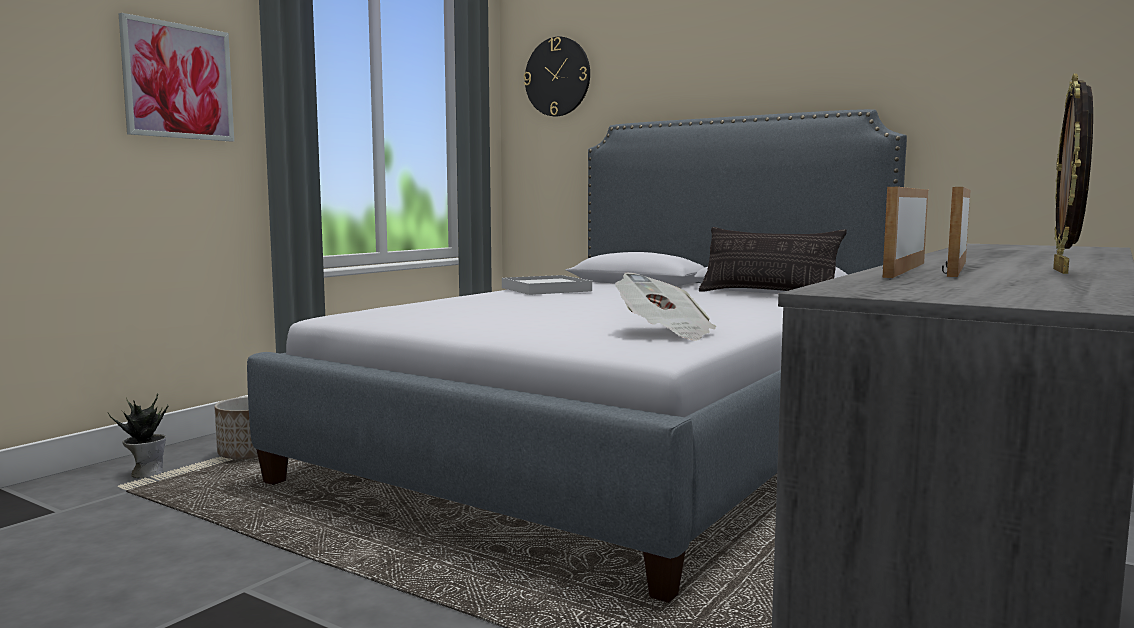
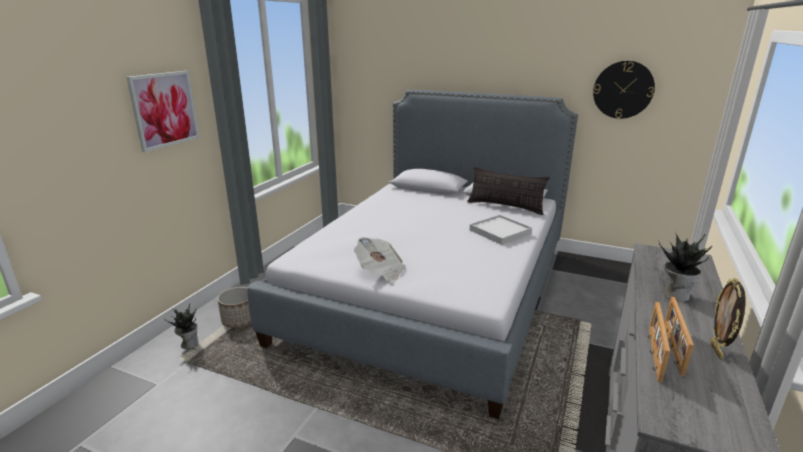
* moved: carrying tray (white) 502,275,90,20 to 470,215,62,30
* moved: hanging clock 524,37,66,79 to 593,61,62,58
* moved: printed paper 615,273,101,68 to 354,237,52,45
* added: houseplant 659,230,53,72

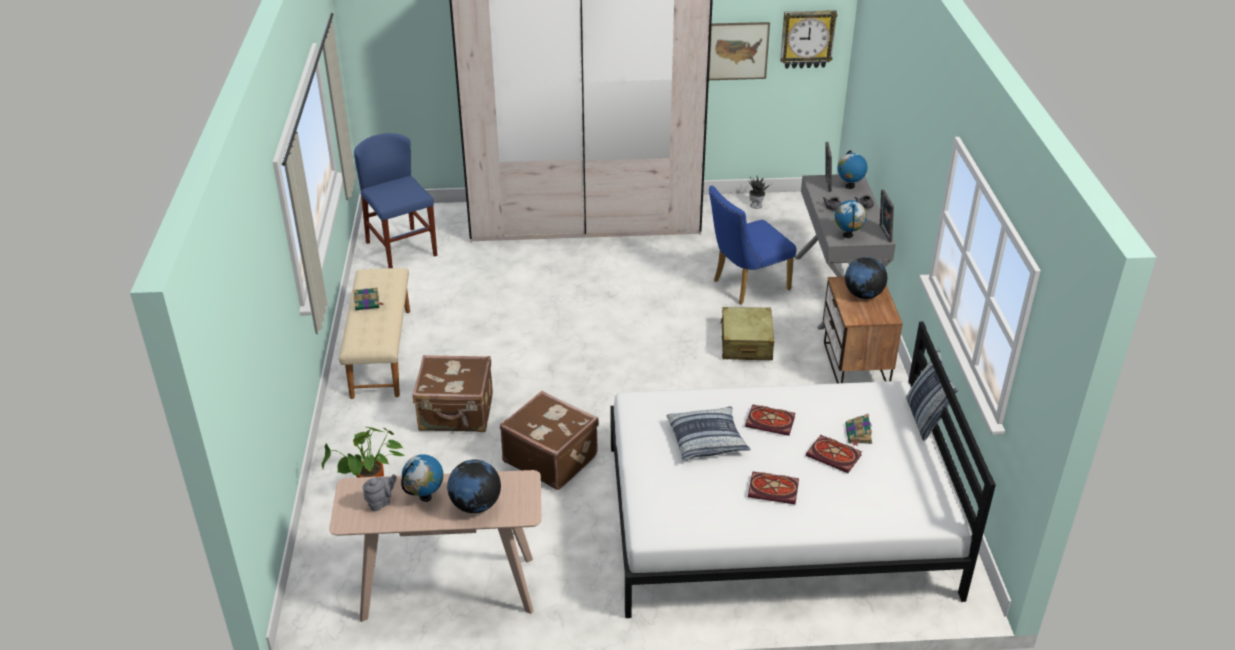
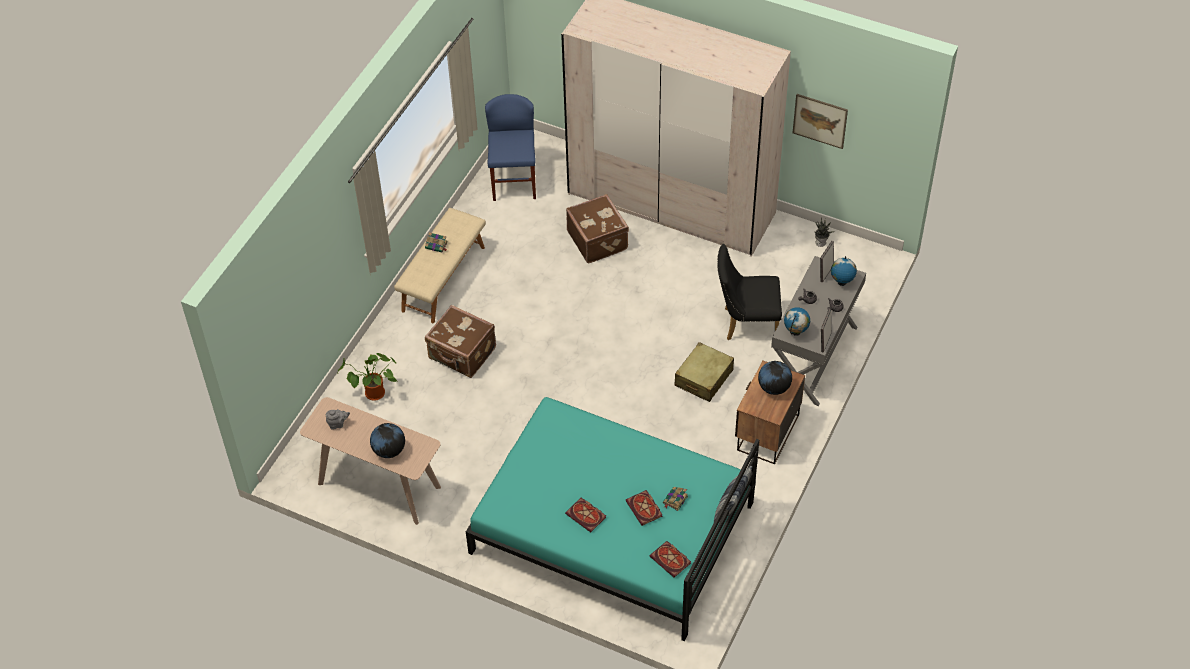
* removed: desk globe 401,454,43,48
* moved: piece of luggage (brown-coloured) 500,391,99,99 to 566,194,63,69
* recoloured: bedroom bed (white) 611,322,385,296 to bedroom bed (blue-green) 466,397,293,244
* removed: cushion 667,406,84,54
* recoloured: plain chair (blue) 709,186,88,118 to plain chair (blackish) 717,244,65,96
* moved: book 745,404,50,32 to 650,541,41,37
* removed: hanging clock 780,10,57,59

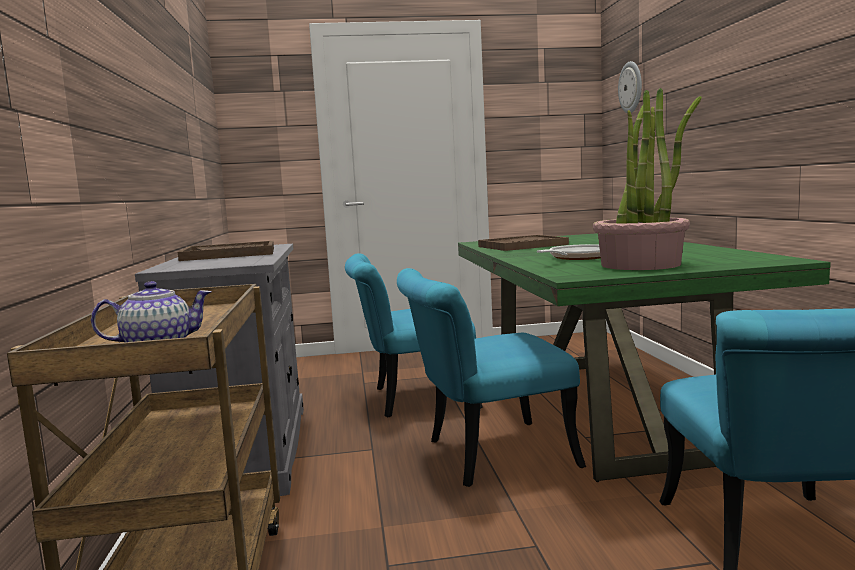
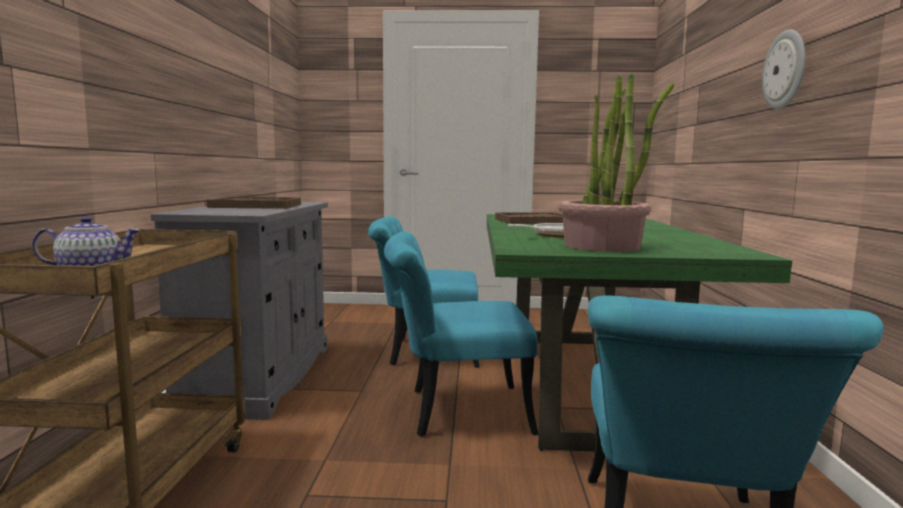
* moved: hanging clock 618,61,24,52 to 762,29,44,80

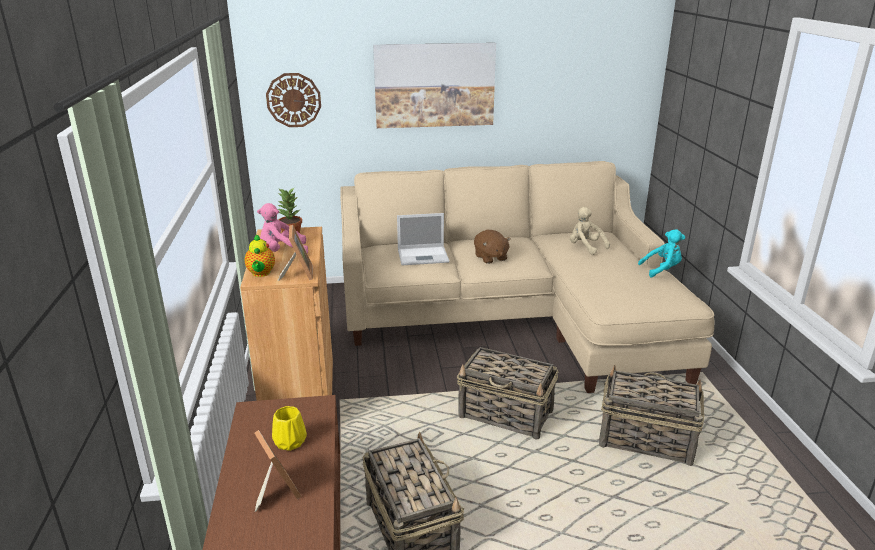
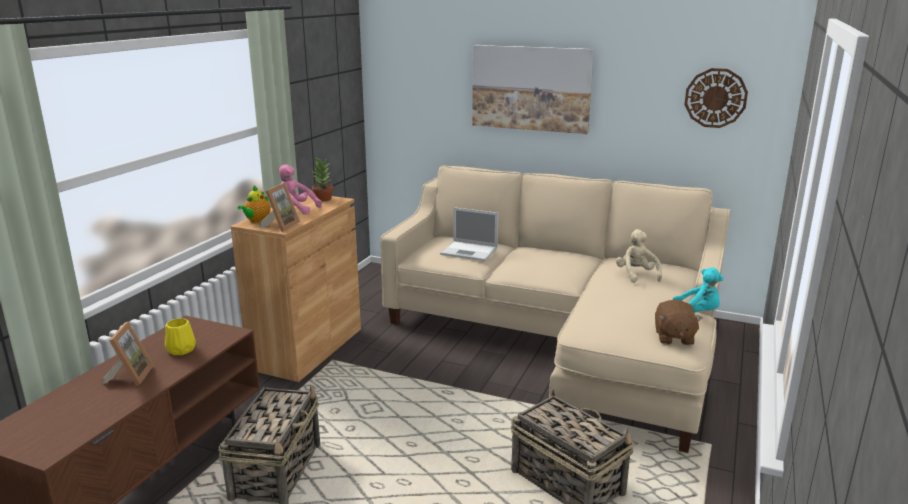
* moved: hanging clock 266,73,55,54 to 684,68,64,60
* removed: basket 457,347,101,93
* moved: cuddly toy (brown-coloured) 474,230,37,34 to 655,299,47,46

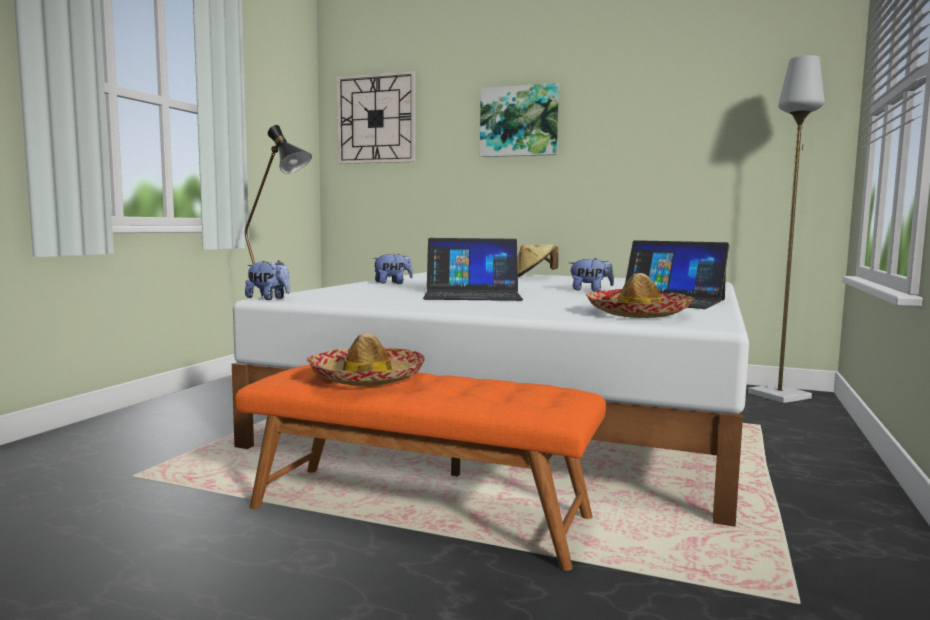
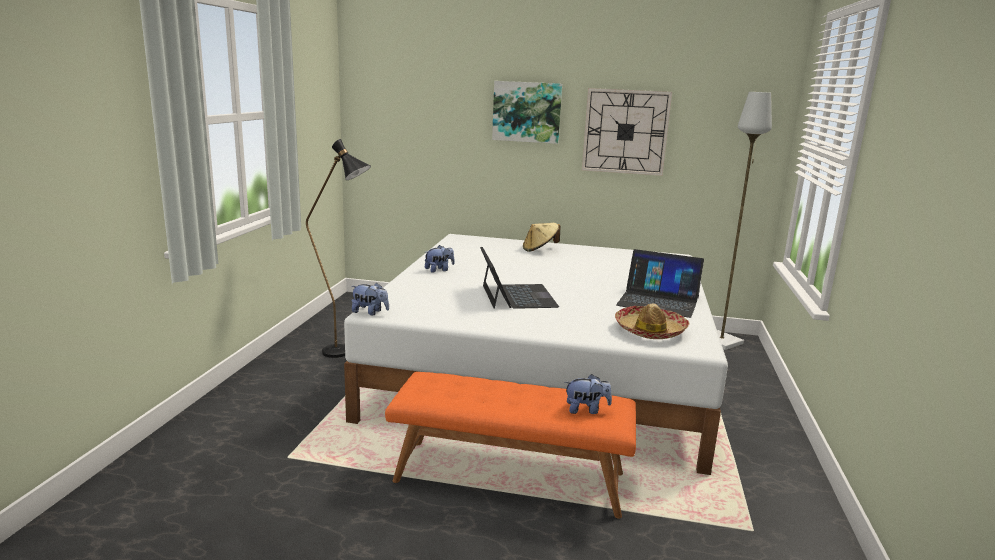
* removed: clothing hat 306,333,119,53
* moved: hanging clock 337,71,79,93 to 582,88,90,88
* turned: laptop 423,238,100,63 = 480,247,79,62 90 degrees counterclockwise
* moved: cuddly toy 569,258,45,34 to 564,374,48,40

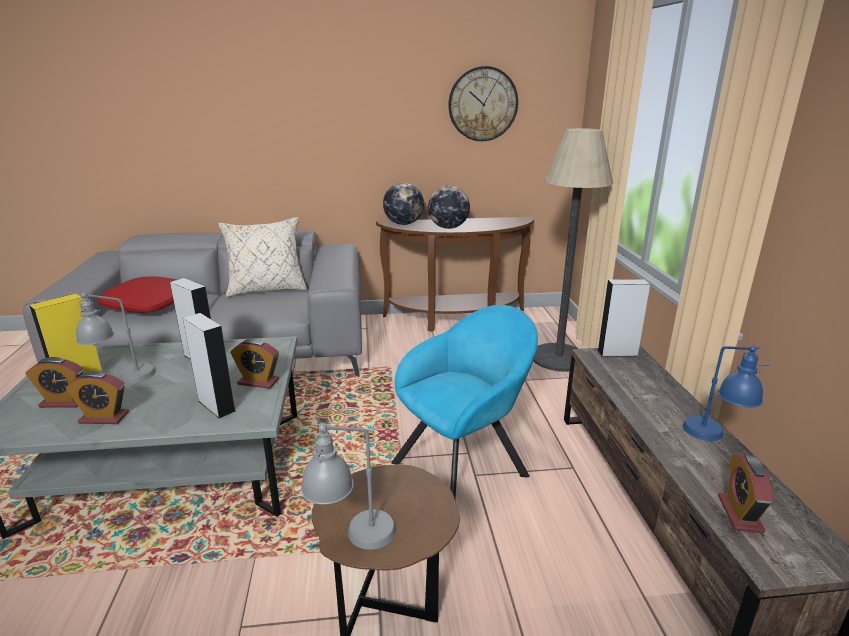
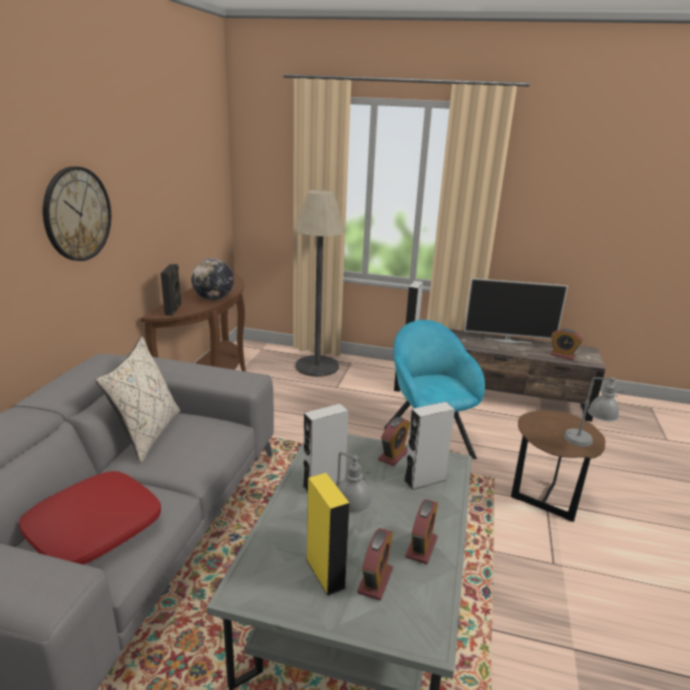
* replaced: desk globe 383,183,41,42 to audio speaker (blackish) 161,264,21,52
* moved: hanging clock 448,66,70,75 to 43,166,68,95
* replaced: tabletop lamp (blue) 683,346,87,95 to television 464,278,104,65

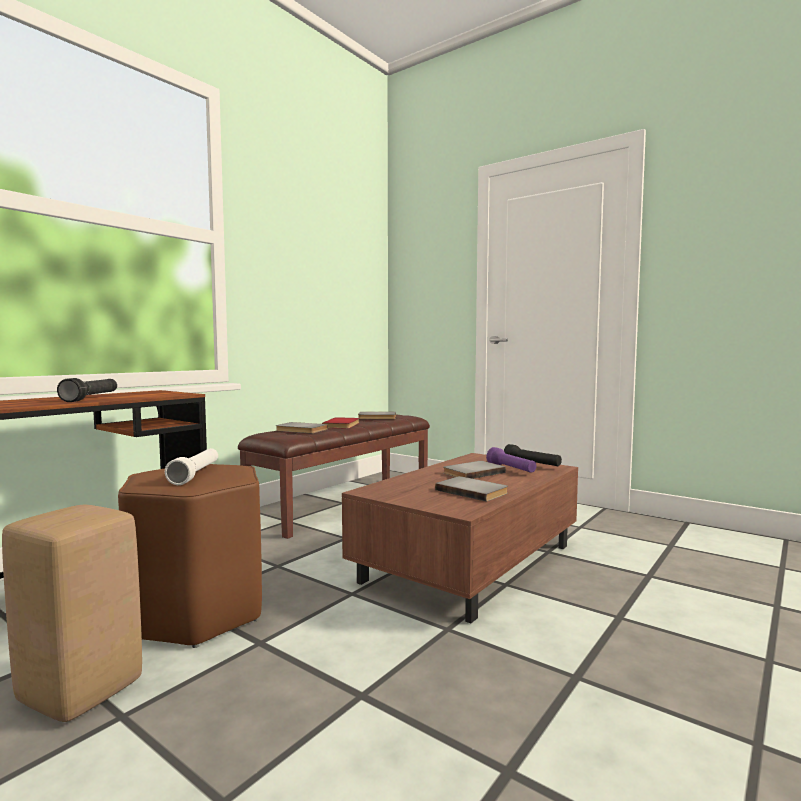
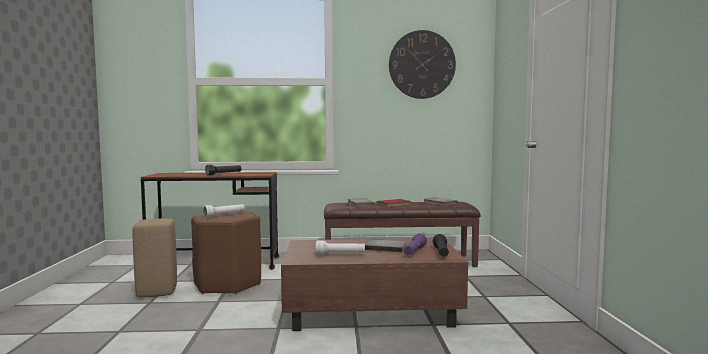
* replaced: book (greyish) 435,476,73,26 to flashlight (white) 316,240,49,15
* added: hanging clock 389,30,67,69

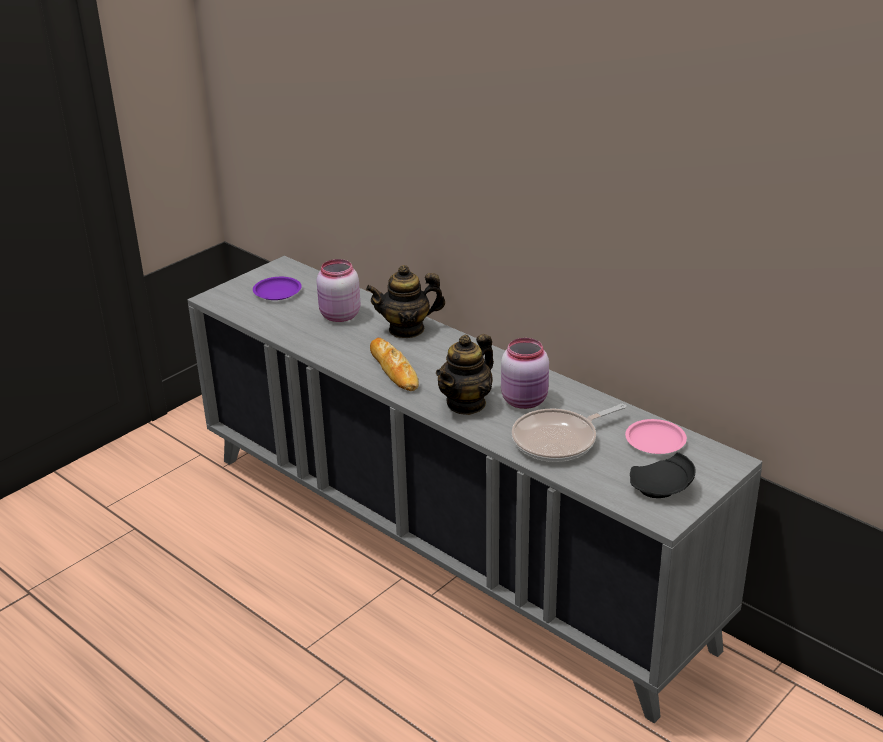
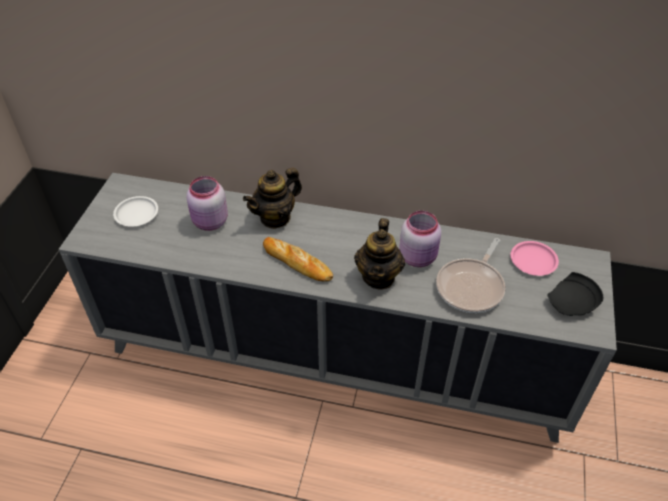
* recoloured: flat dish (purplish) 253,277,49,23 to flat dish (white) 113,196,45,31

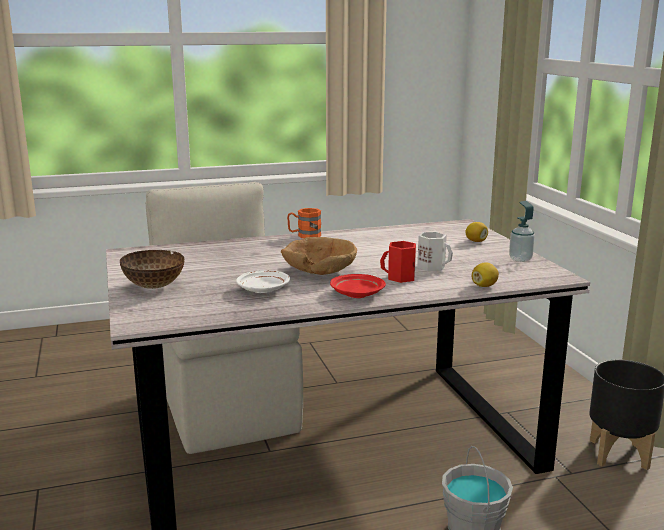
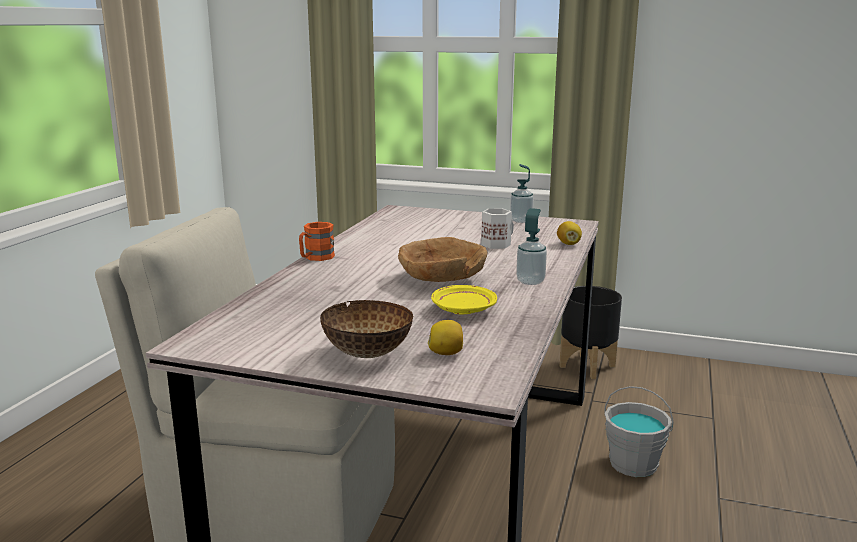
* recoloured: flat dish (white) 236,270,54,23 to flat dish (yellow-coloured) 431,285,66,30
* replaced: flat dish (red-coloured) 330,274,56,24 to soap bottle 516,208,31,77
* removed: mug (red-coloured) 380,241,36,42
* moved: citrus fruit 465,222,23,20 to 428,320,35,35

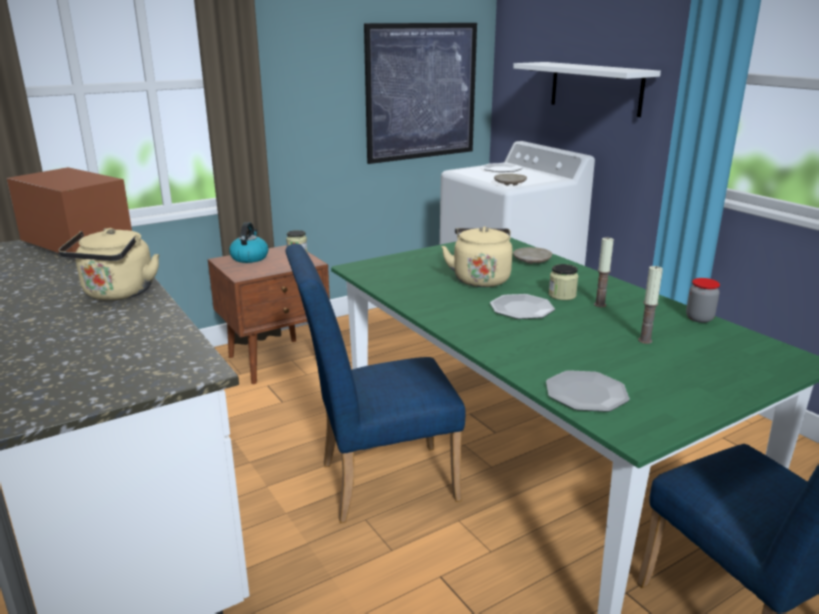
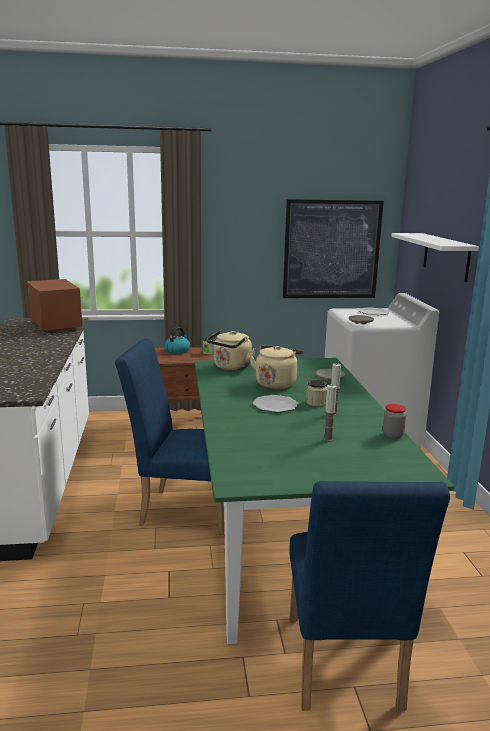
* moved: water kettle (beige) 58,228,101,73 to 207,331,49,39
* removed: flat dish 546,370,84,42

